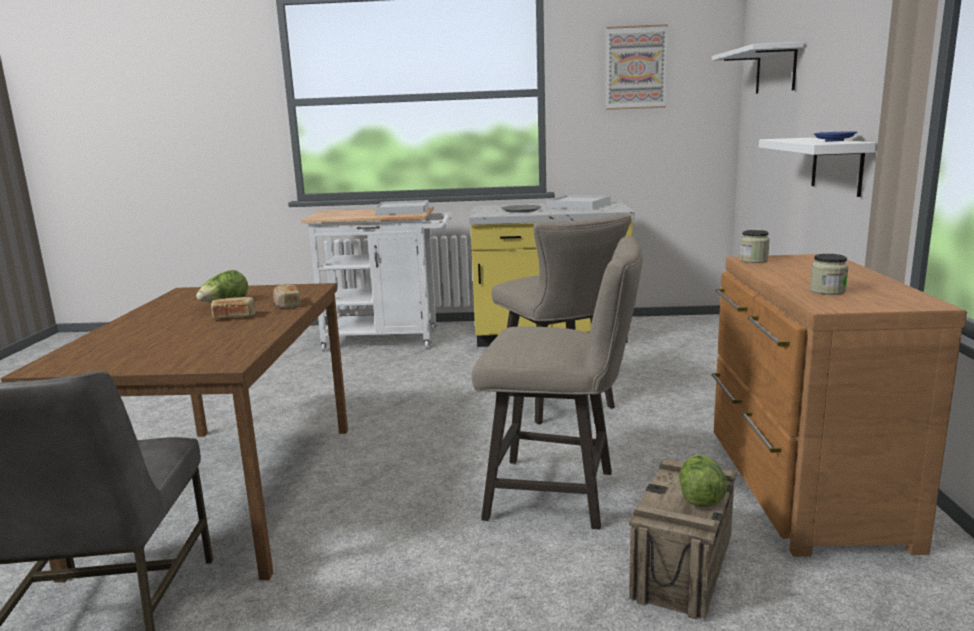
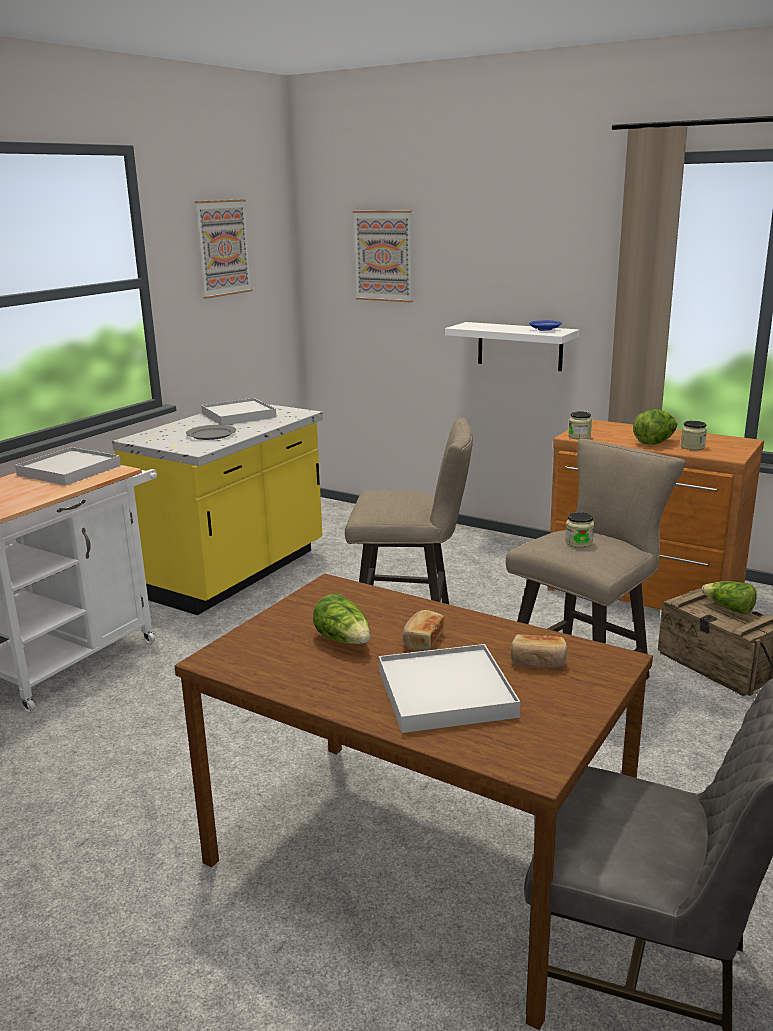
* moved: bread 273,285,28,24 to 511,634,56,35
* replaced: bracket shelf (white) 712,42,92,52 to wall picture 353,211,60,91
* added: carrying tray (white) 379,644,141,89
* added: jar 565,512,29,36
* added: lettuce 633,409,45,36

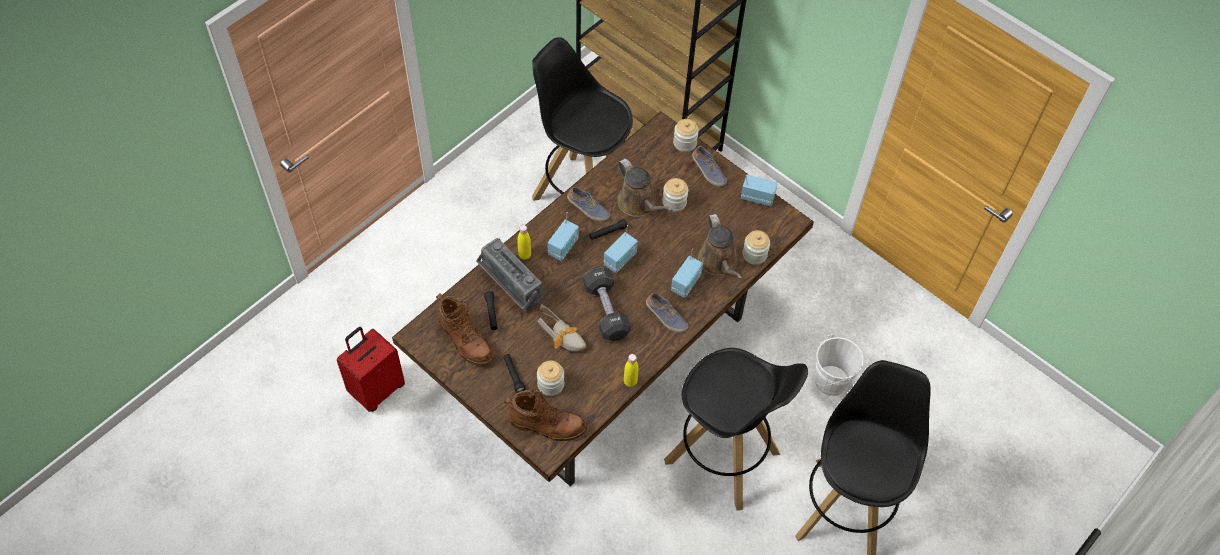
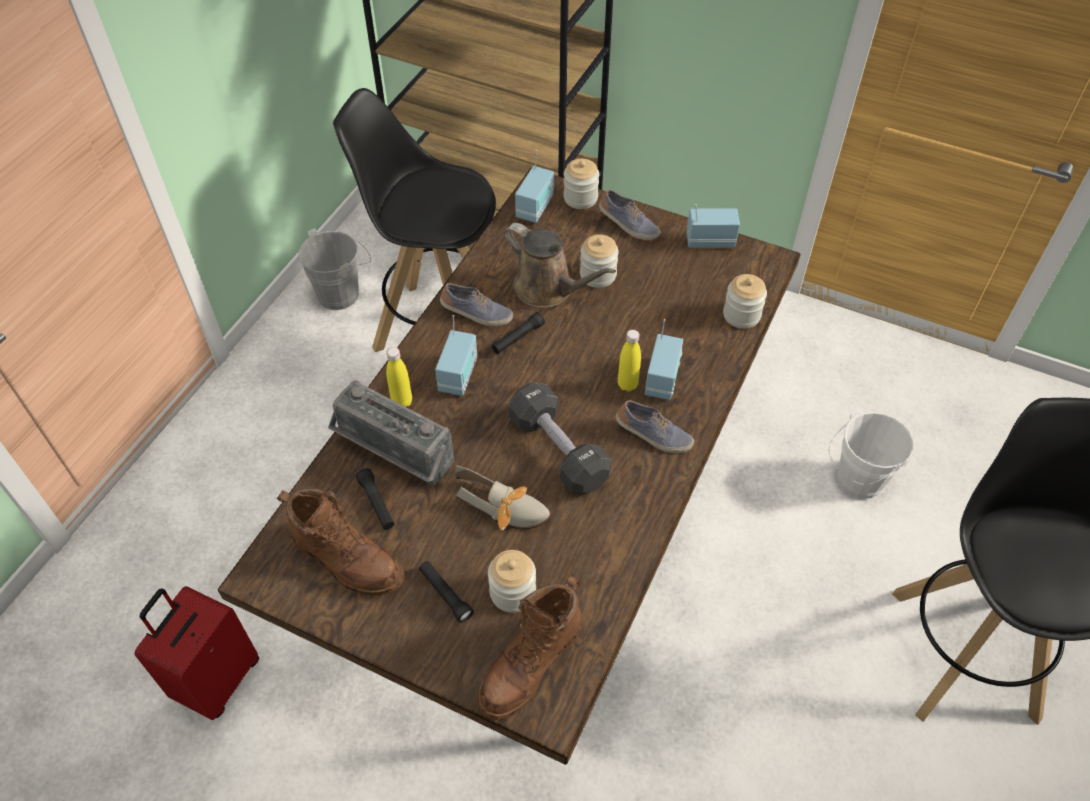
* turned: tall boot (brown-coloured) 504,389,83,52 = 477,576,105,144 135 degrees clockwise
* moved: radio receiver 604,225,34,48 to 515,150,39,73
* moved: bottle (yellow-coloured) 624,354,14,33 to 618,330,23,62
* removed: sitting stool (blackish) 664,348,144,163
* removed: sprinkling can (brown-coloured) 698,214,44,66
* added: water bucket (greyish) 298,228,73,82

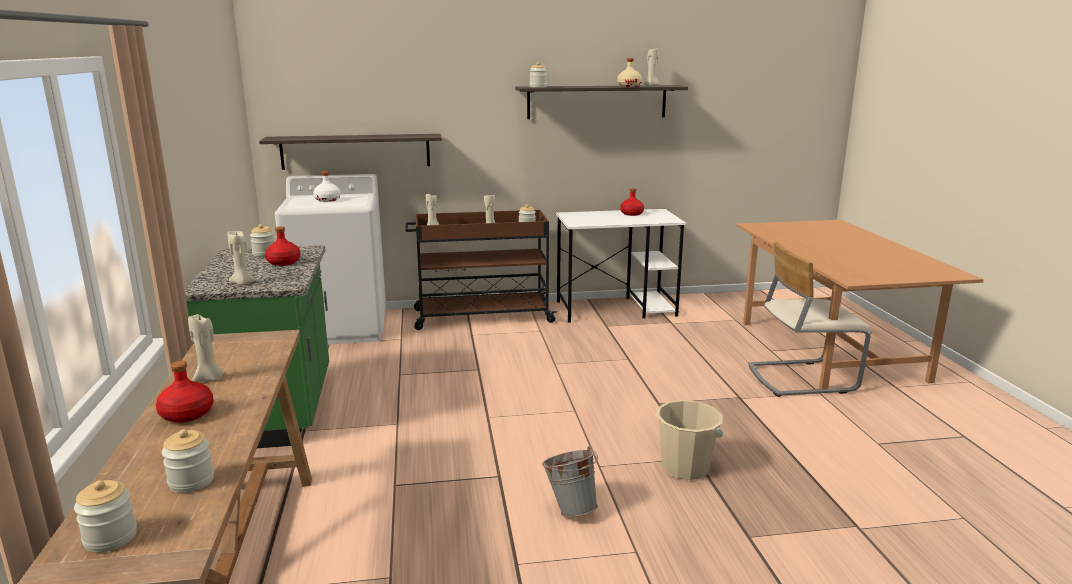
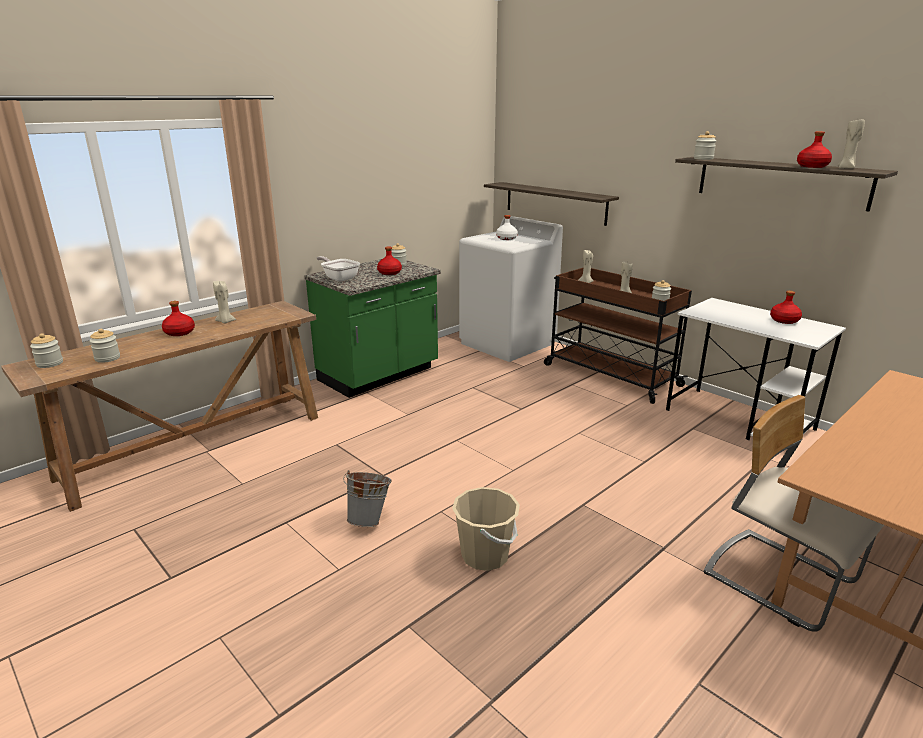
* replaced: candle (beige) 228,231,28,54 to frying pan 317,256,43,26
* recoloured: bottle (beige) 617,58,25,29 to bottle (red-coloured) 797,131,35,37

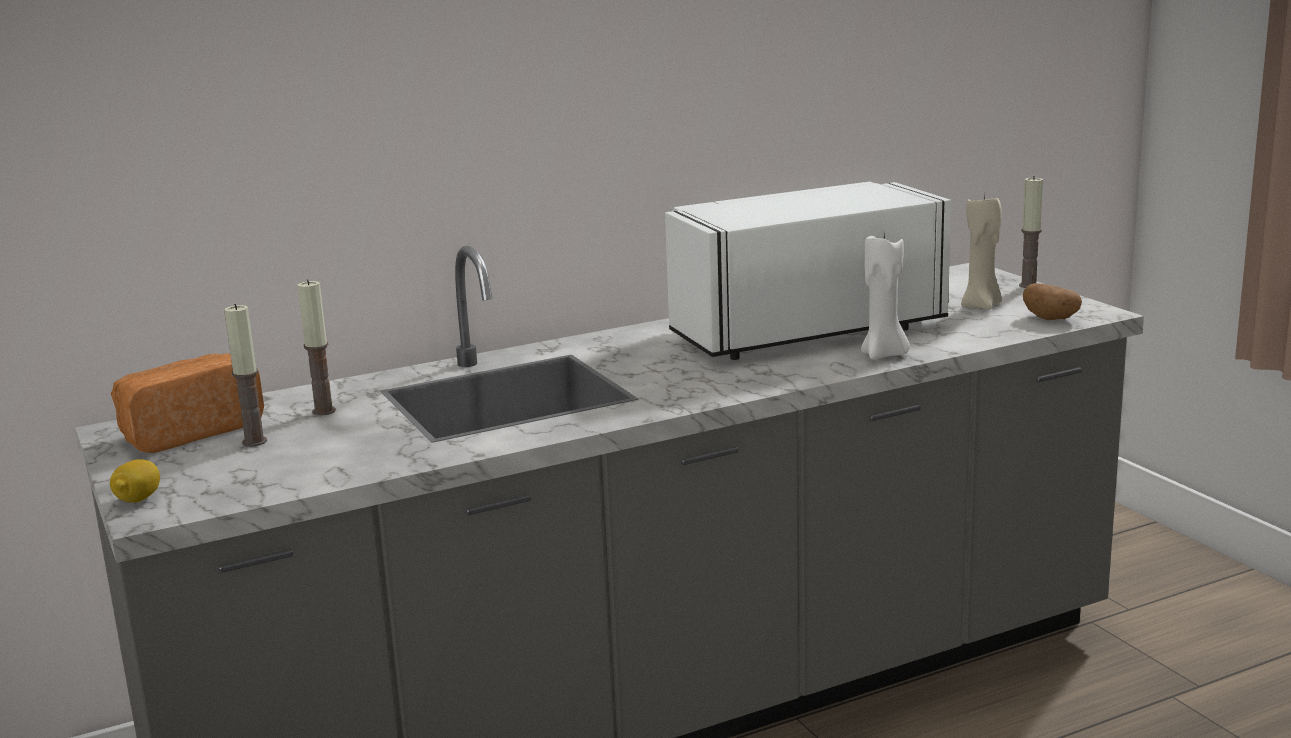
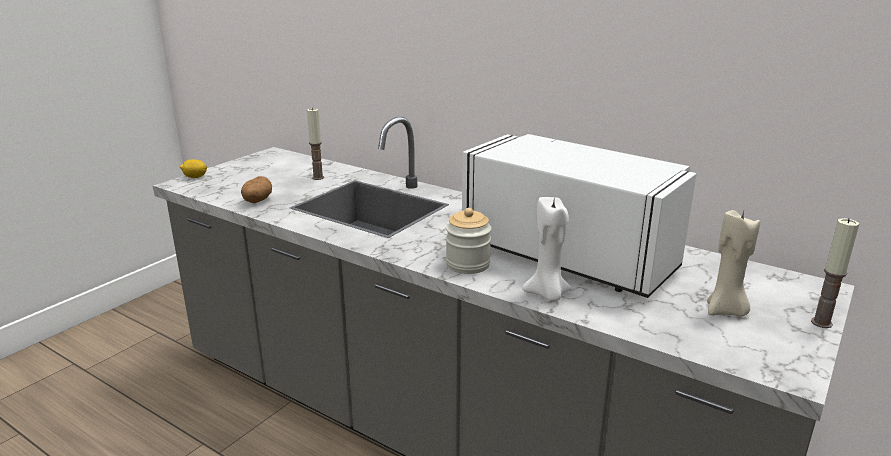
* removed: bread 111,353,153,100
* removed: candle 224,304,43,143
* moved: potato 1023,283,59,37 to 241,176,31,27
* added: jar 446,208,46,66

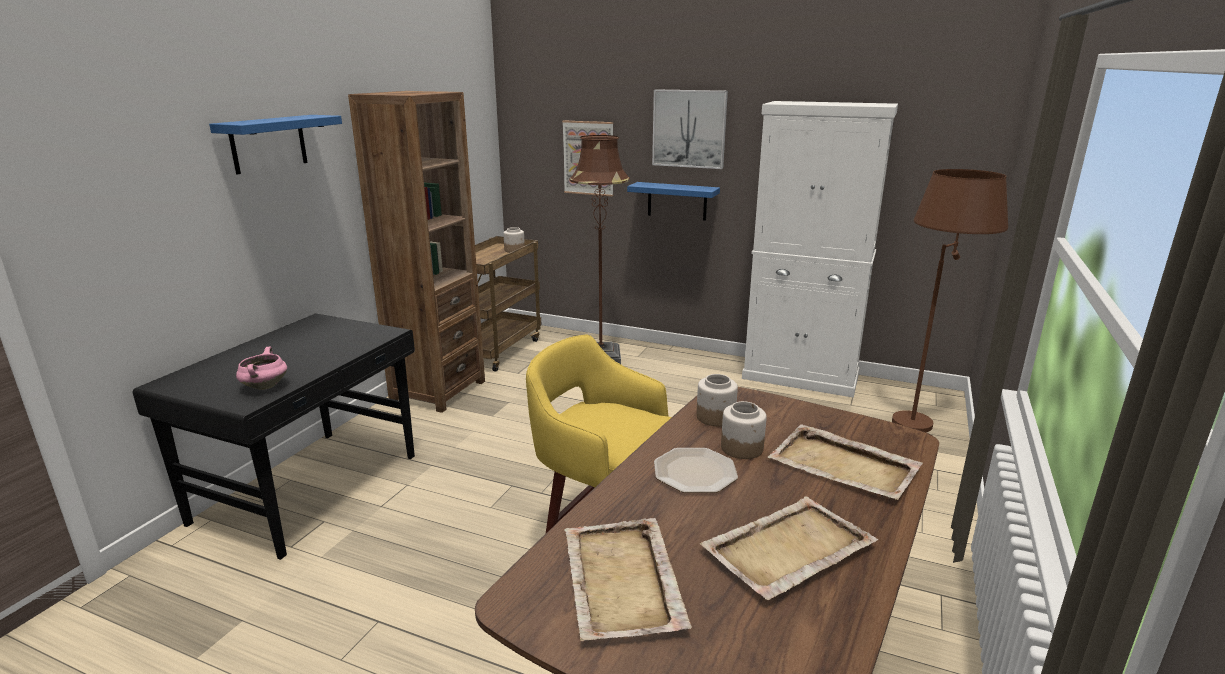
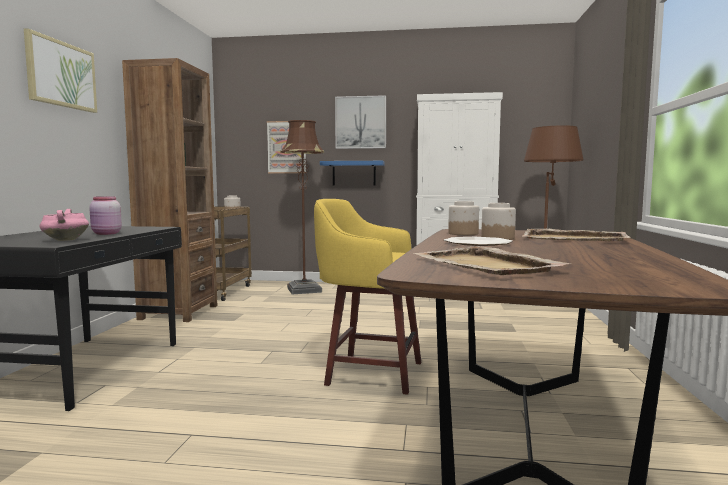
* replaced: bracket shelf (blue) 209,115,133,59 to wall picture 24,28,73,85
* removed: carrying tray (beige) 700,496,178,104
* added: jar (pink-coloured) 89,196,33,39

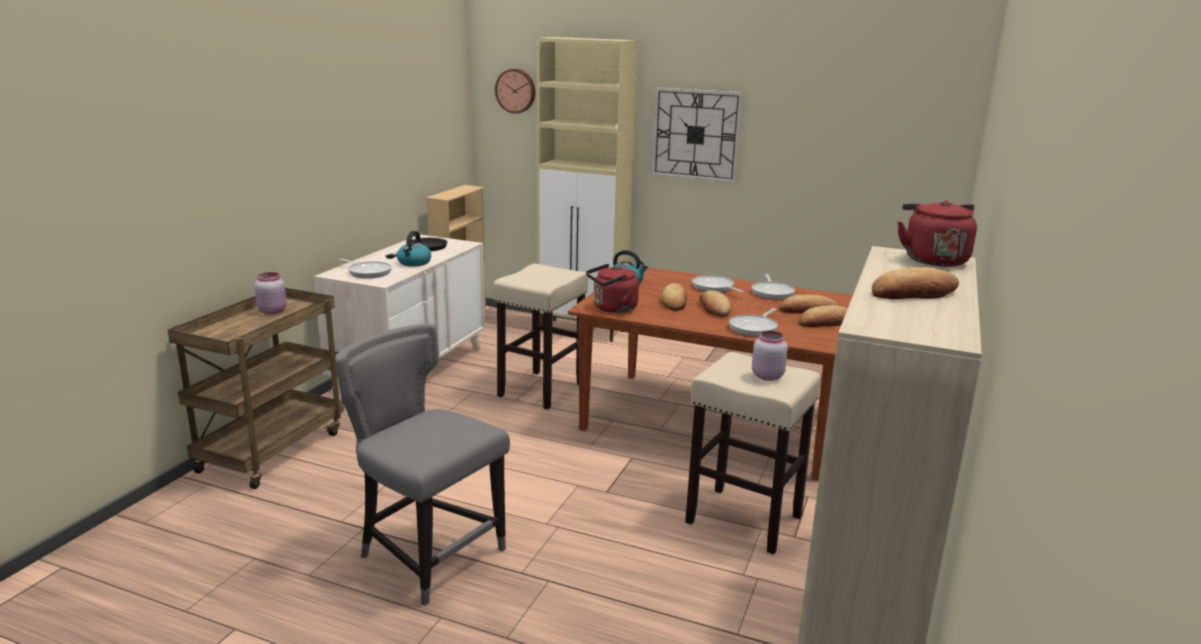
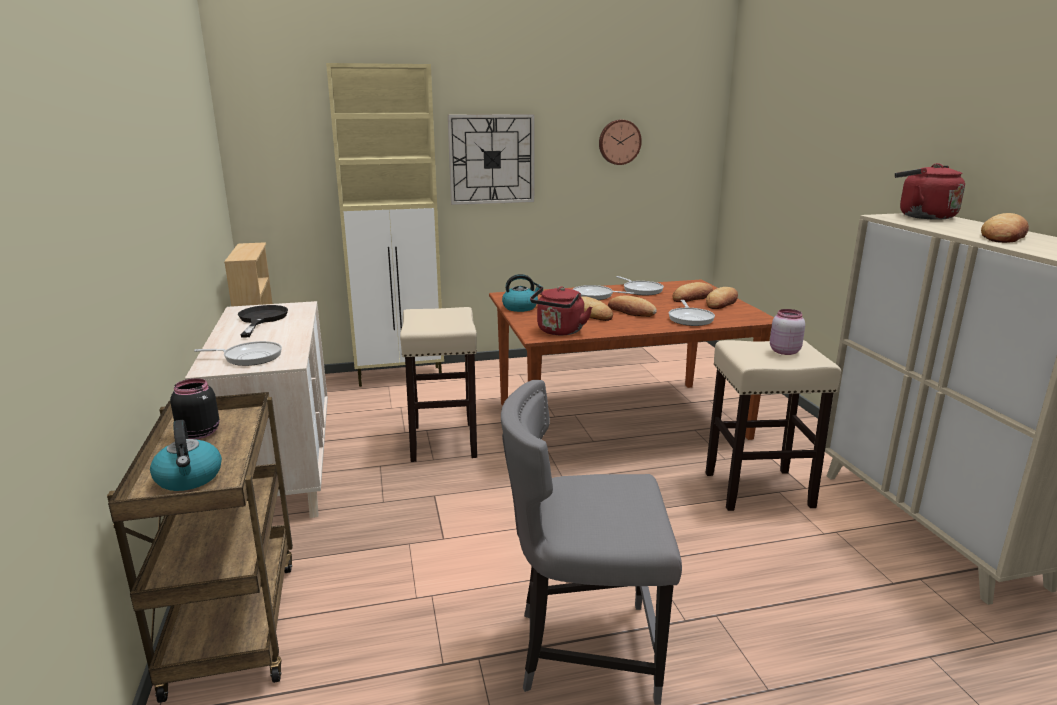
* recoloured: jar (pink-coloured) 254,272,33,42 to jar (blackish) 170,378,49,61
* moved: water kettle 397,231,34,35 to 150,420,72,71
* moved: hanging clock 495,69,40,44 to 599,120,43,45

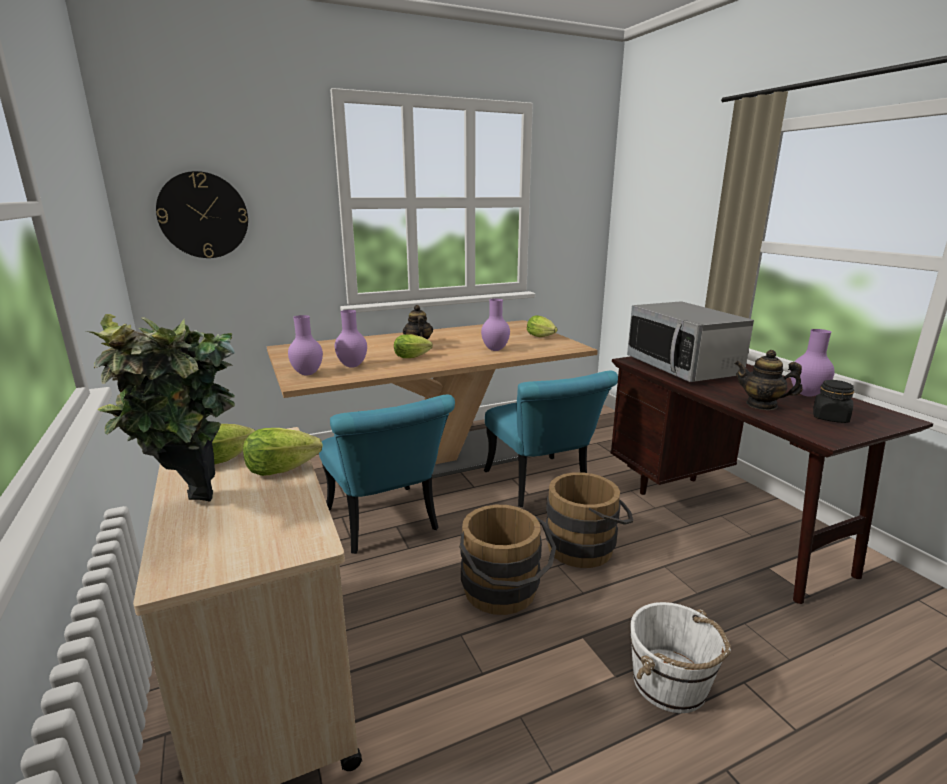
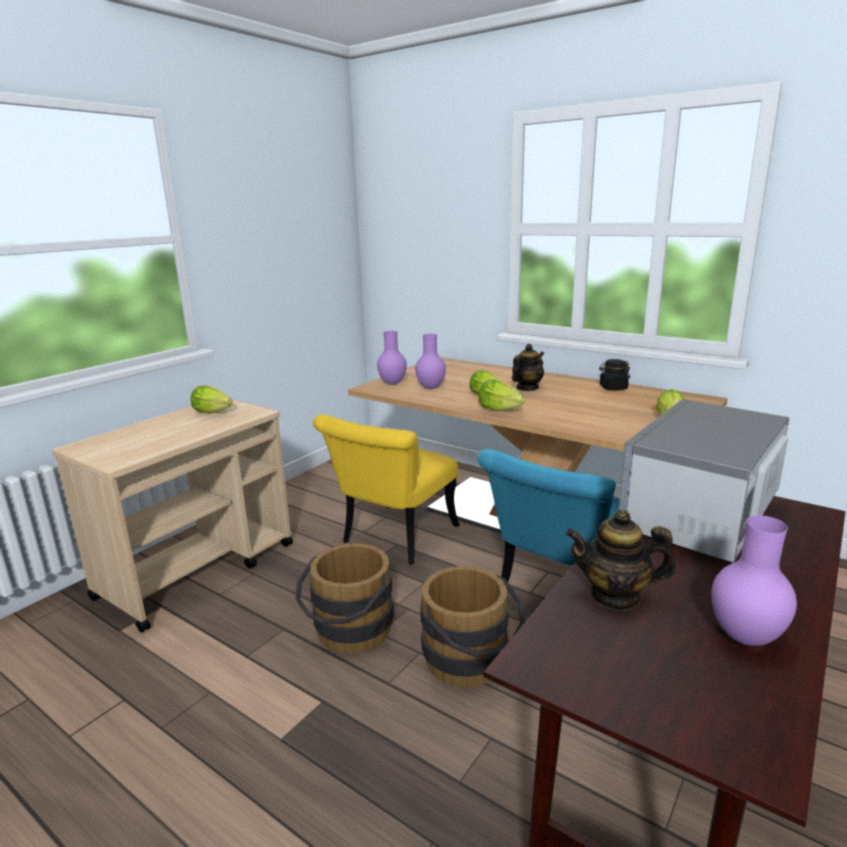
* removed: houseplant 87,314,148,188
* removed: hanging clock 156,171,92,87
* moved: lettuce 243,428,80,48 to 478,379,47,32
* recoloured: plain chair (blue-green) 319,394,136,160 to plain chair (yellow-coloured) 313,415,147,149
* removed: vase (purplish) 481,299,29,52
* removed: water bucket (white) 630,602,101,111
* turned: pot for tea 735,350,67,60 = 566,510,110,101 75 degrees counterclockwise
* moved: jar (blackish) 813,380,41,43 to 599,359,31,31

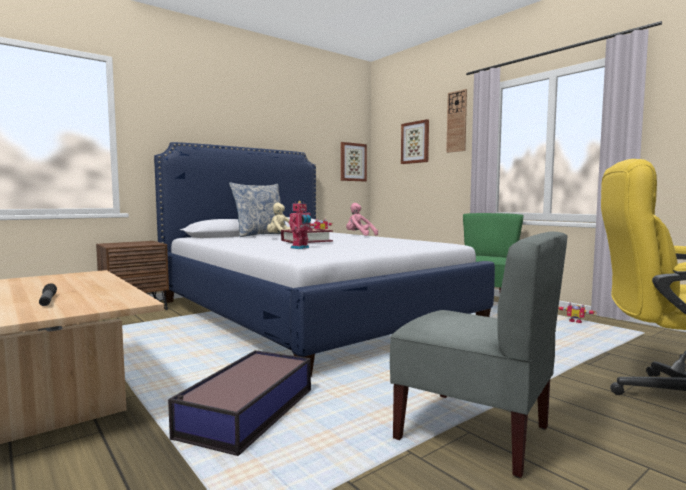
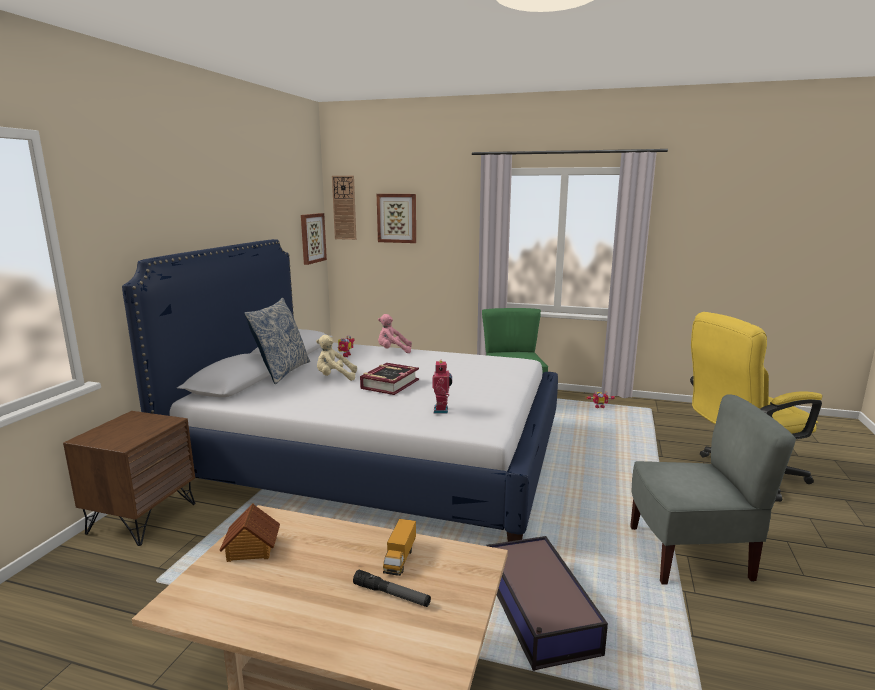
* moved: hanging clock 446,89,21,64 to 332,176,24,64
* added: toy house 219,503,61,59
* added: model truck 383,519,33,57

